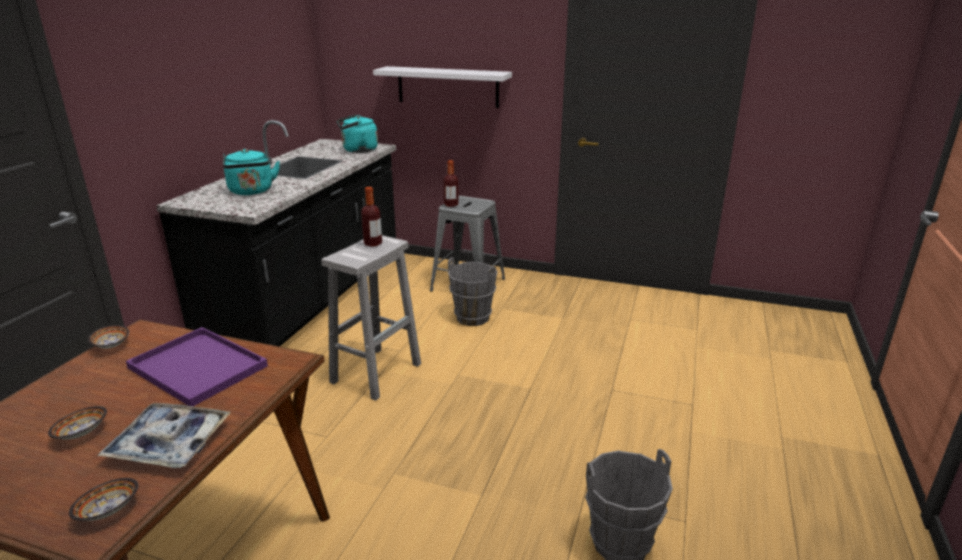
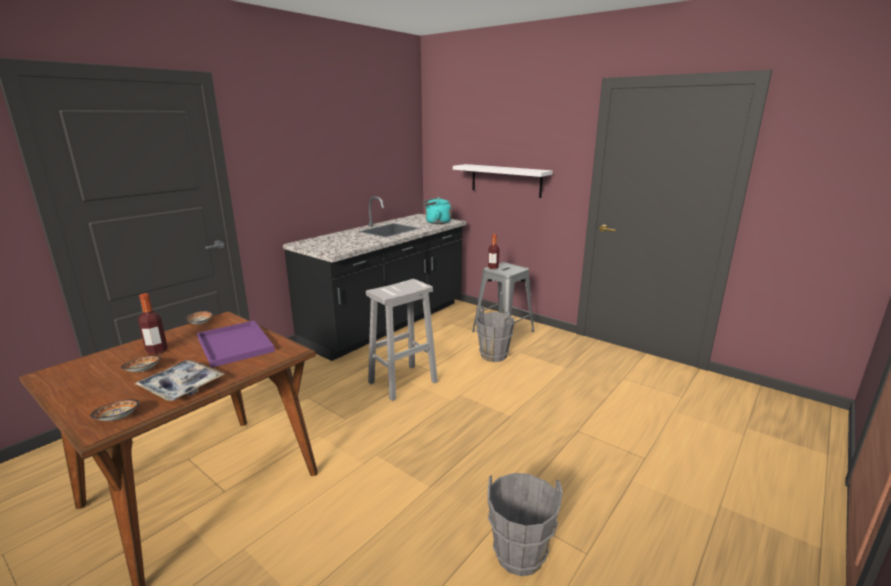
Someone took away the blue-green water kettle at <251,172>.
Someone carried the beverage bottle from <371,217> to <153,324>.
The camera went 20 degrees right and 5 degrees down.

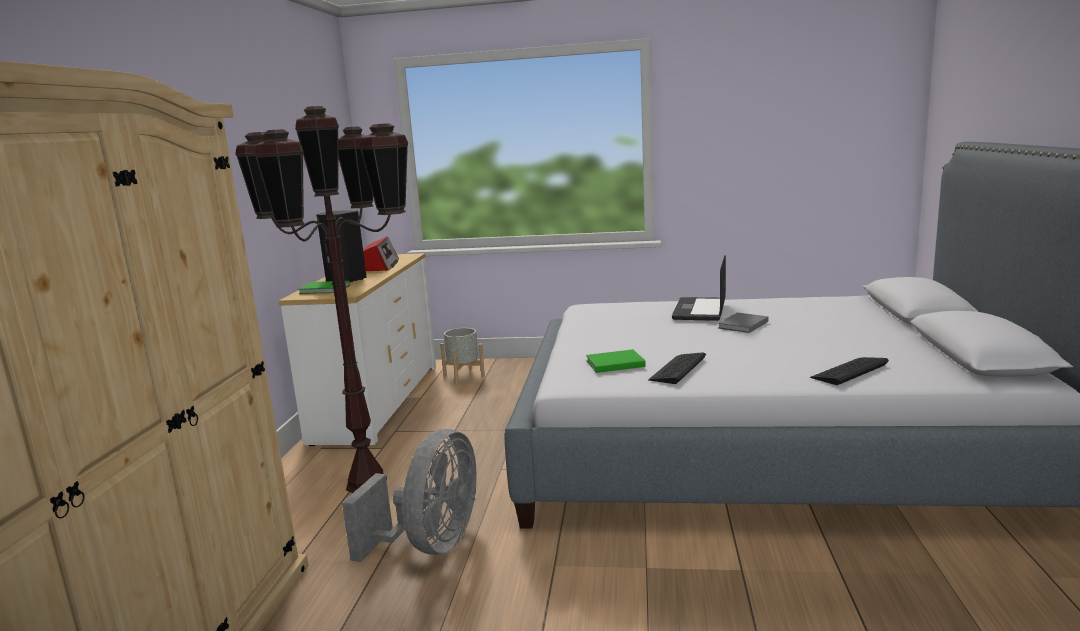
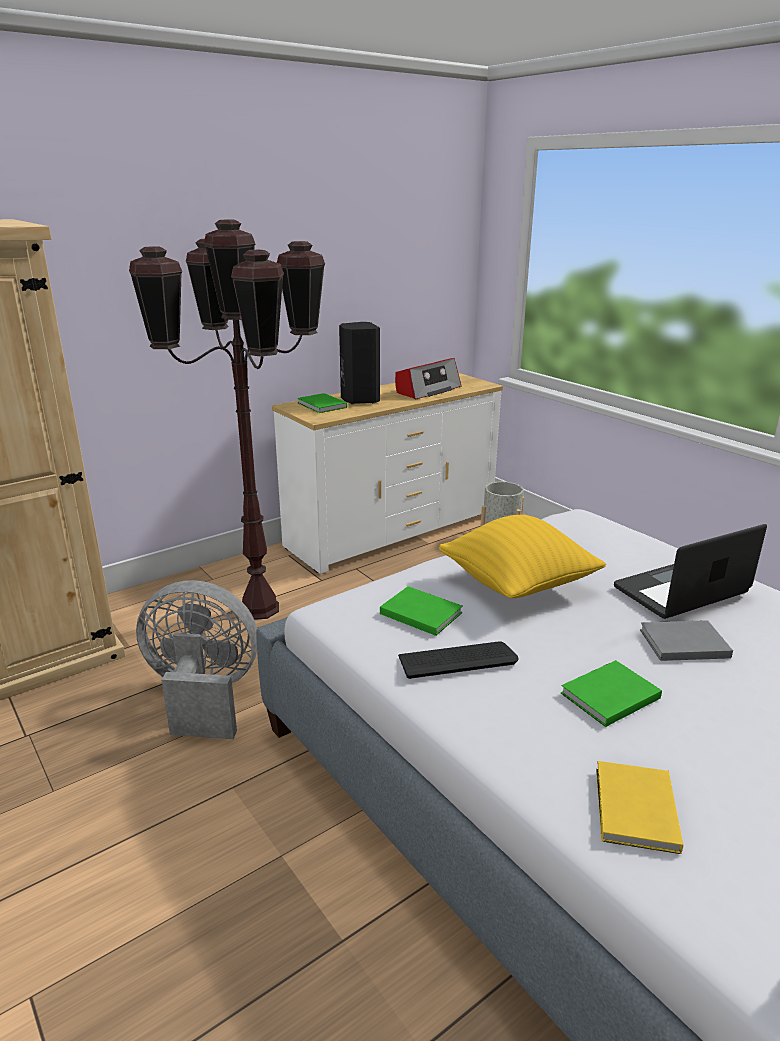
Someone swapped the computer keyboard at <849,371> for the yellowish volume at <639,807>.
Someone rotated the gray cooling fan at <409,495> by 150 degrees counterclockwise.
Someone put down the yellowish cushion at <522,556>.
Someone put down the greenish volume at <611,693>.
The camera went 45 degrees right and 10 degrees up.

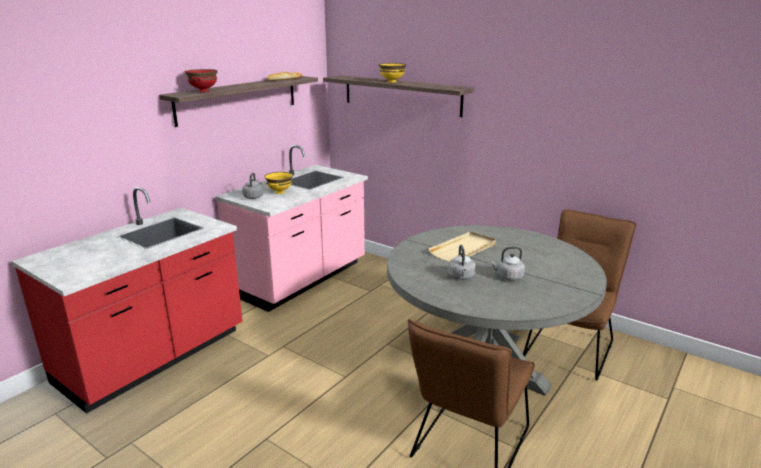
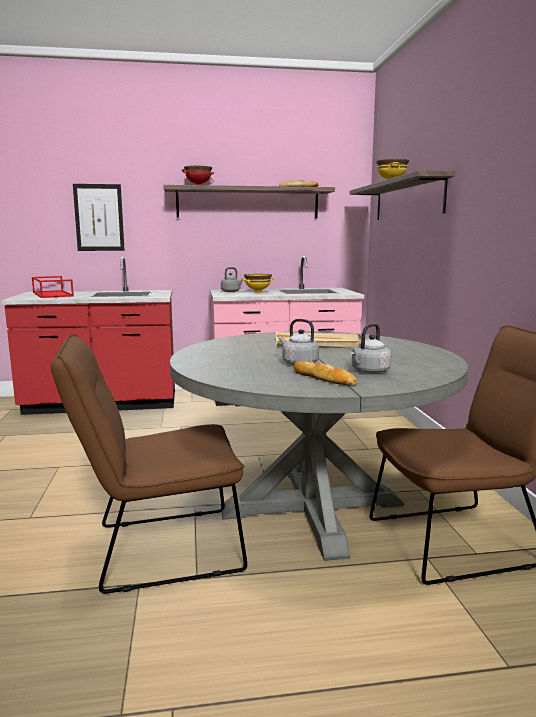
Someone carried the gray water kettle from <462,262> to <370,348>.
Someone put up the picture at <99,217>.
Someone put down the red tray at <53,287>.
Someone put down the bread at <325,373>.
The camera went 45 degrees right and 10 degrees down.

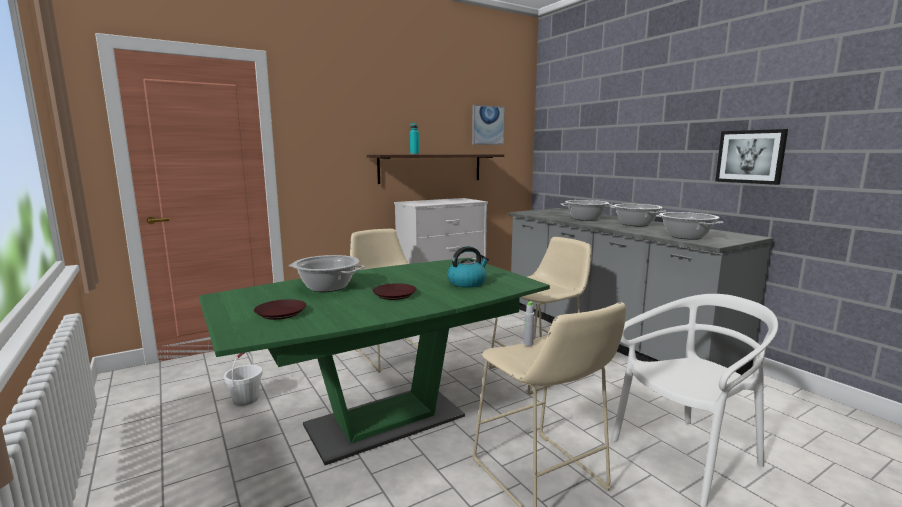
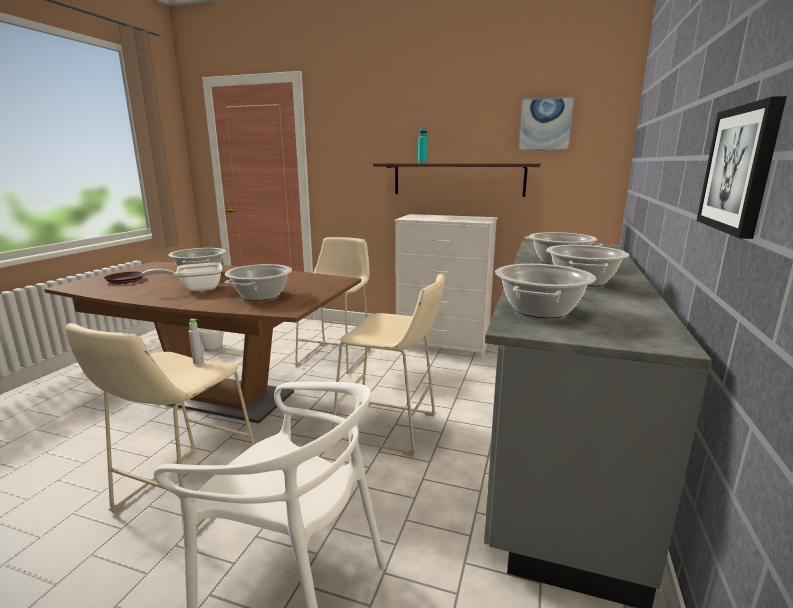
Someone swapped the water kettle at <468,267> for the saucepot at <258,282>.
Someone repainted the greenish dinner table at <374,361>, which became the brown-coloured dinner table at <202,342>.
Someone swapped the brown-coloured plate at <394,291> for the pan at <182,276>.
The camera went 50 degrees right and 5 degrees up.

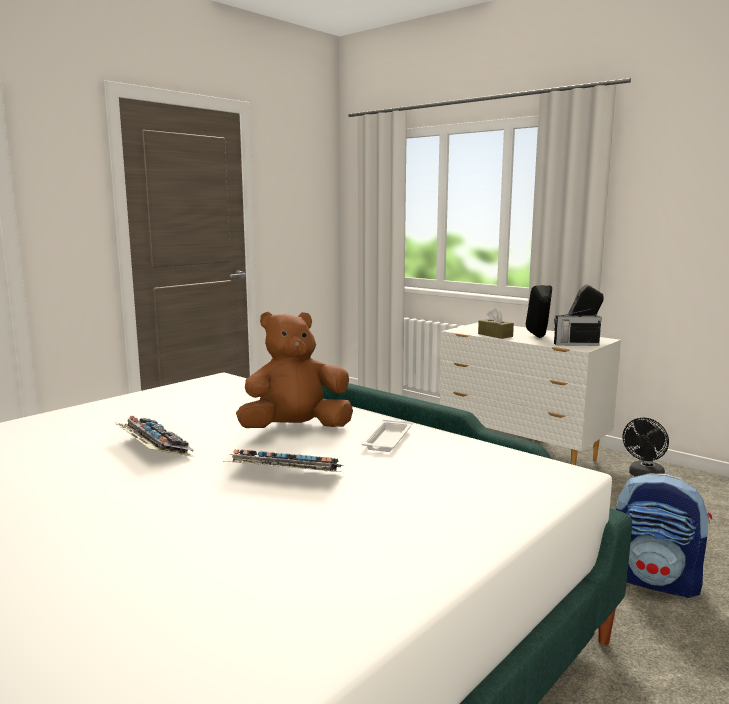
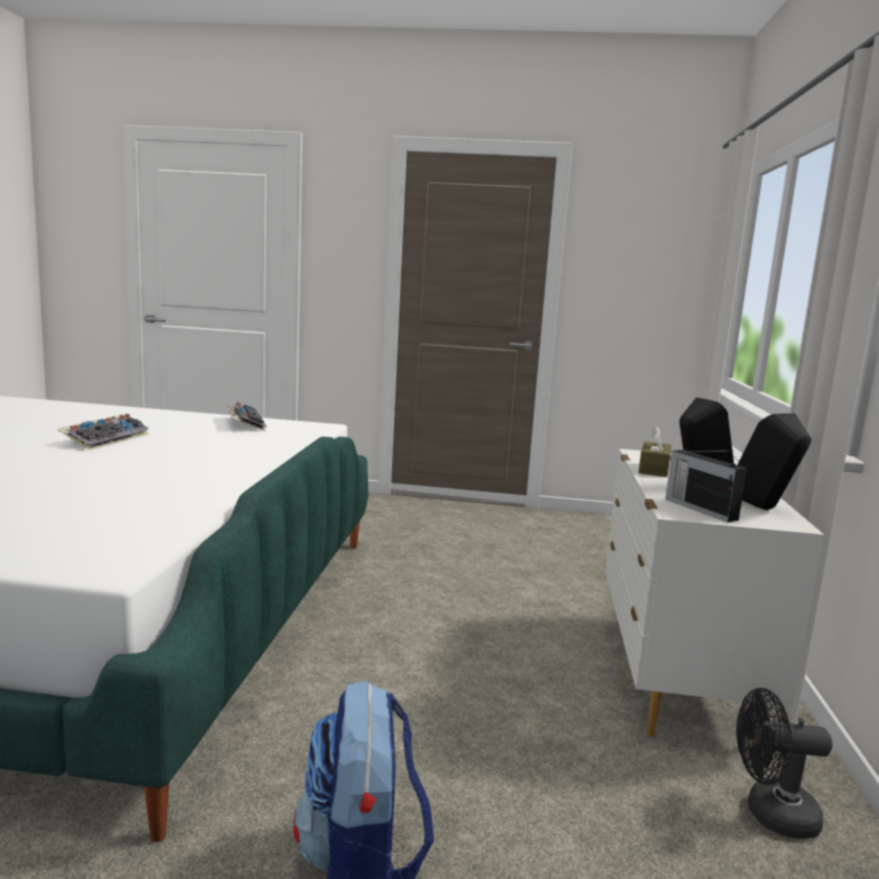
Someone took away the brown-coloured cuddly toy at <294,369>.
Someone took away the whitish tray at <386,436>.
Someone carried the computer keyboard from <283,460> to <246,417>.
The camera went 55 degrees right and 0 degrees up.

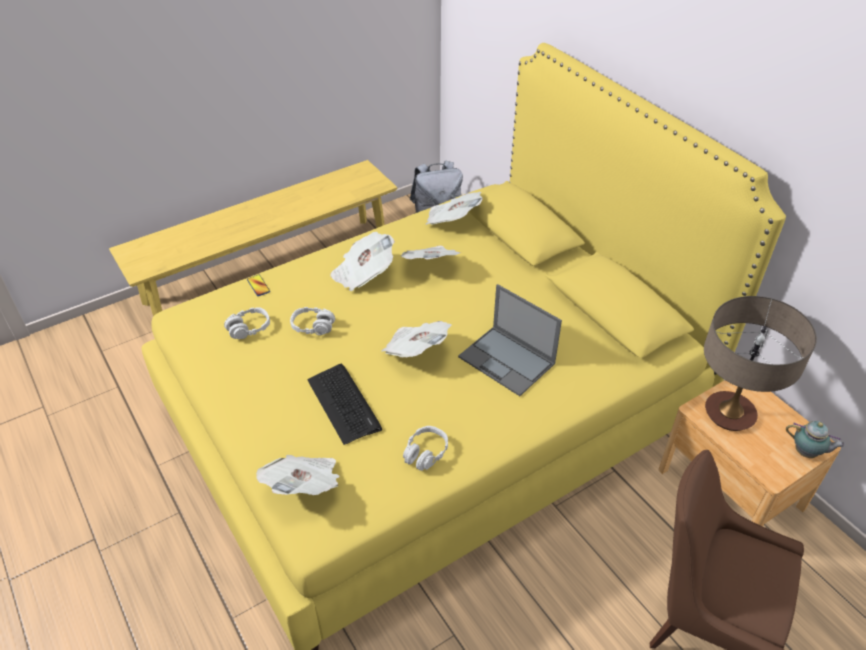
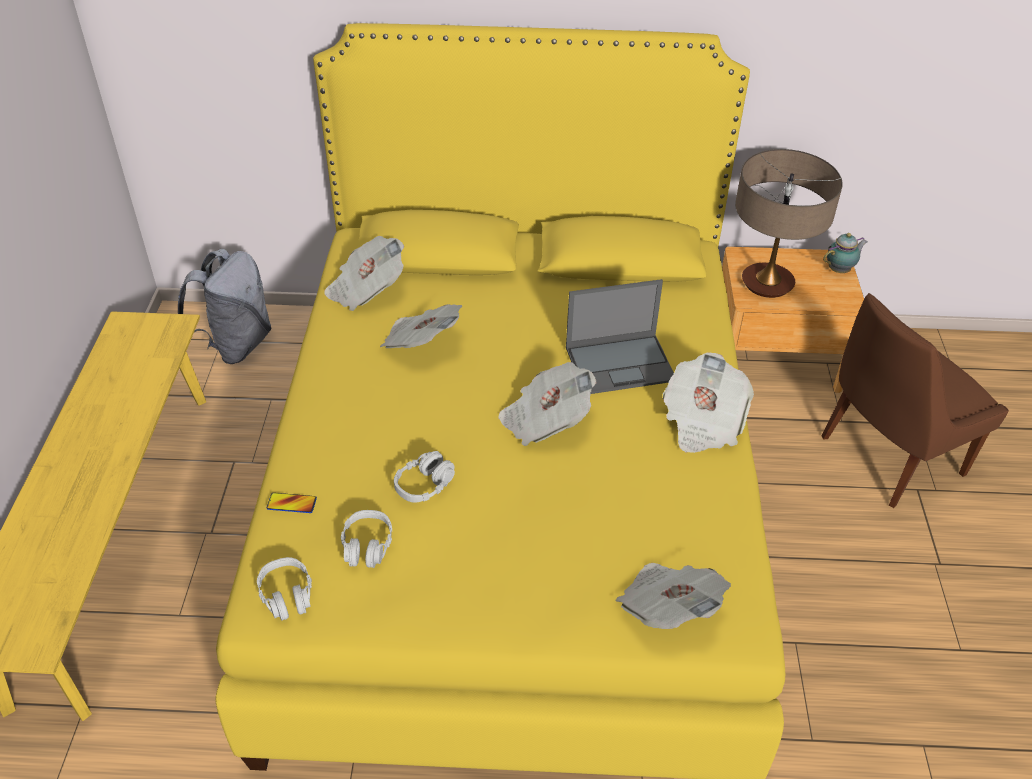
Someone carried the printed paper from <362,261> to <708,402>.
Someone took away the computer keyboard at <344,404>.
Someone carried the gray pair of headphones from <425,448> to <284,589>.
The camera went 55 degrees left and 0 degrees up.

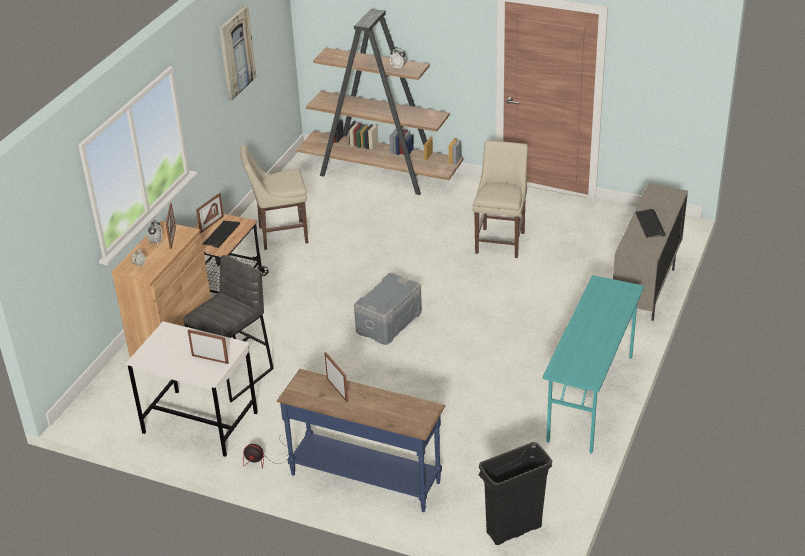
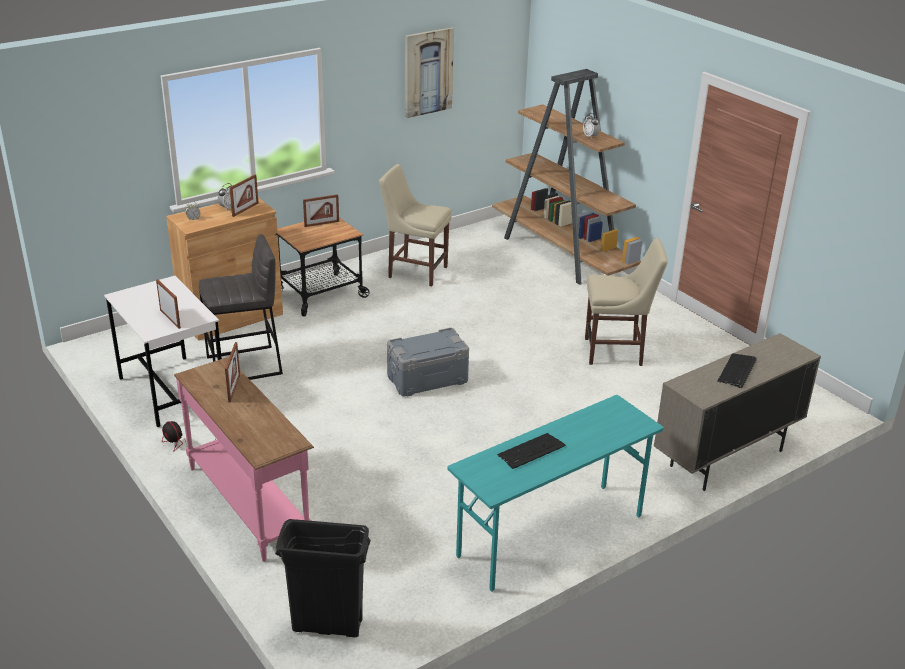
Someone rotated the beige upright chair at <500,199> by 45 degrees clockwise.
Someone carried the computer keyboard from <221,234> to <531,451>.
Someone repainted the bluish console table at <361,440>, which became the pink-coloured console table at <244,459>.
The camera went 30 degrees right and 5 degrees down.

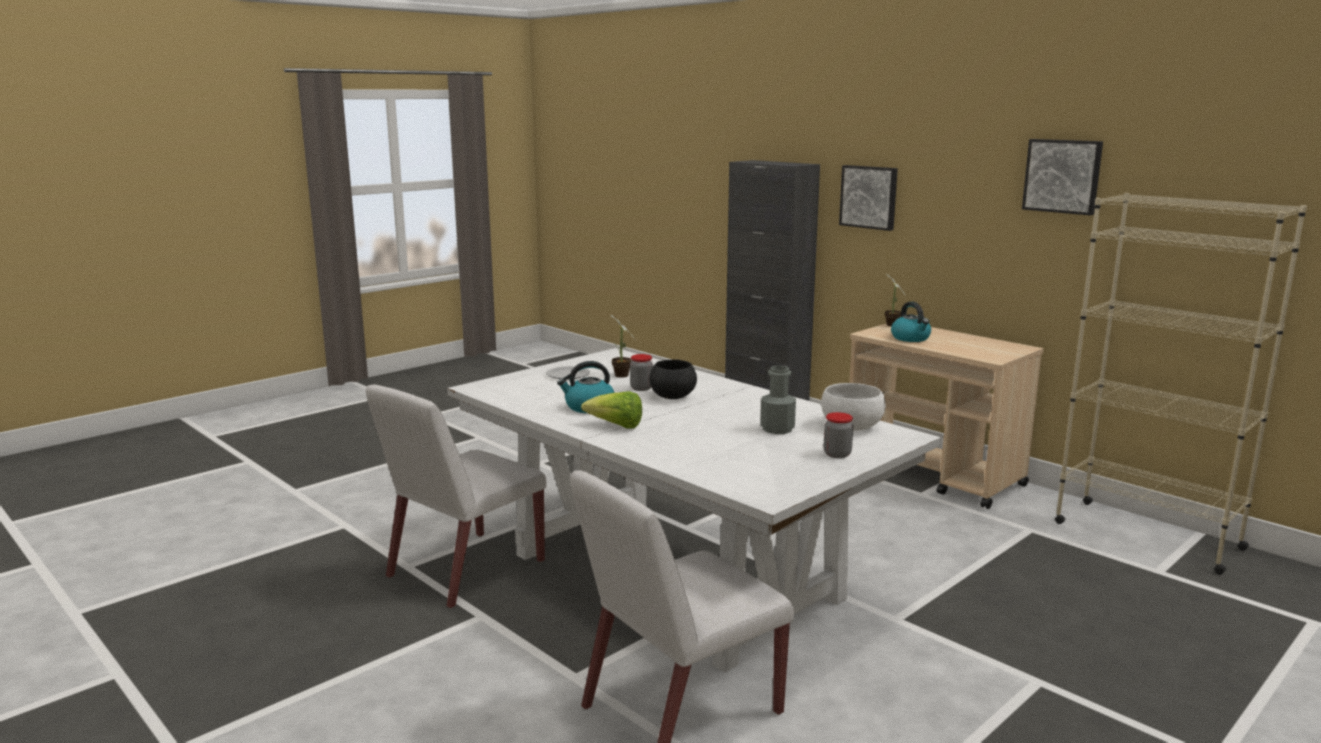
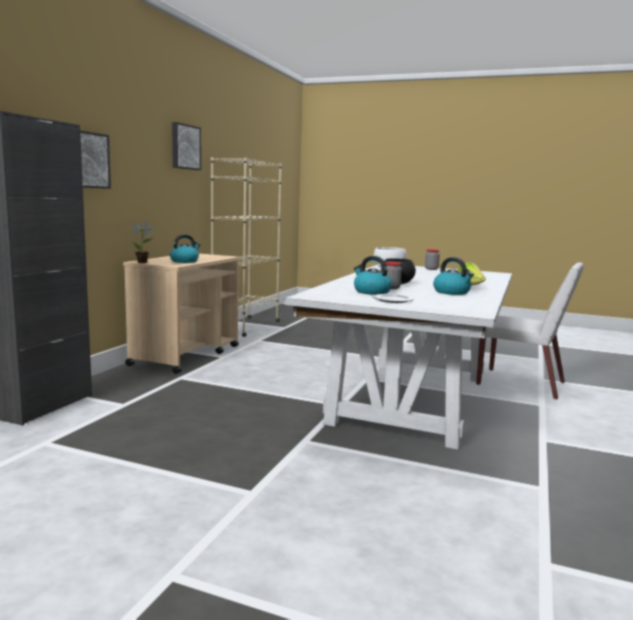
Someone swapped the potted plant at <622,346> for the water kettle at <373,275>.
Someone took away the gray beverage bottle at <778,400>.
Someone took away the whitish upright chair at <456,496>.
The camera went 115 degrees left and 5 degrees down.

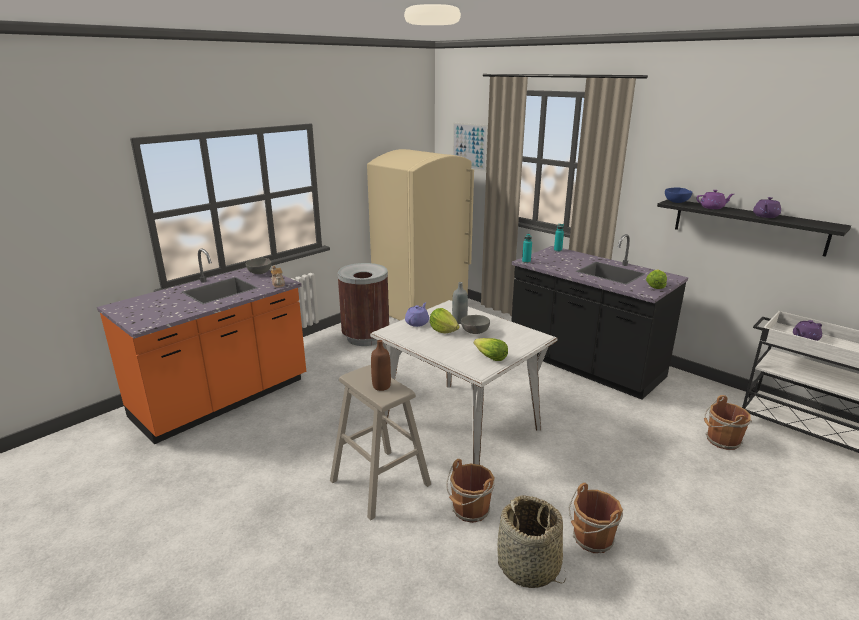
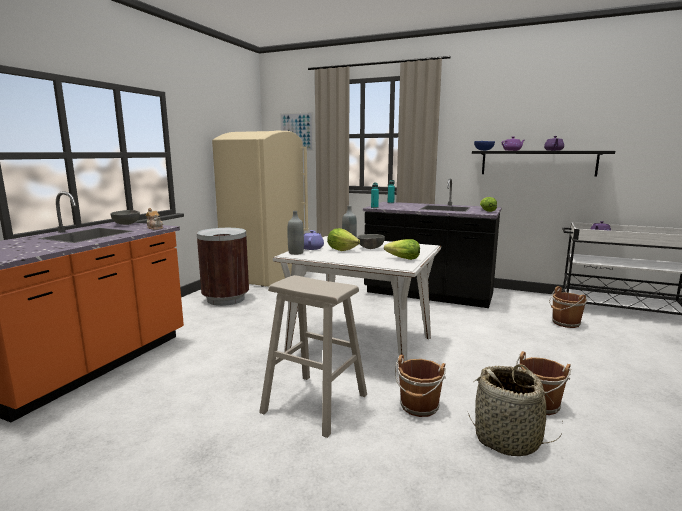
Someone took away the brown-coloured beverage bottle at <381,365>.
Someone put down the gray beverage bottle at <296,233>.
The camera went 20 degrees left and 10 degrees down.

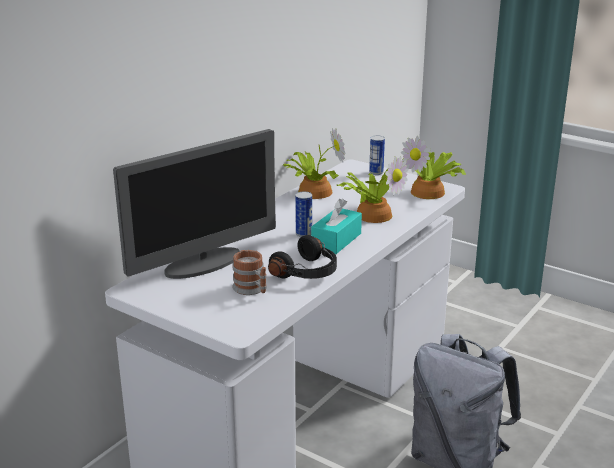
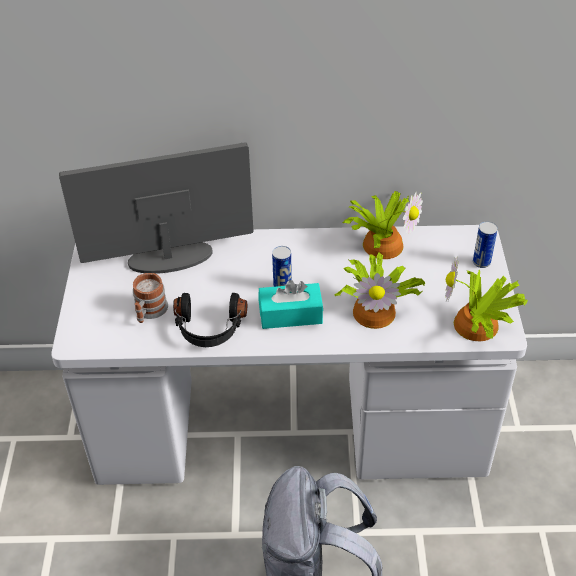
Someone rotated the computer display at <194,204> by 150 degrees clockwise.
The camera went 55 degrees right and 20 degrees up.

